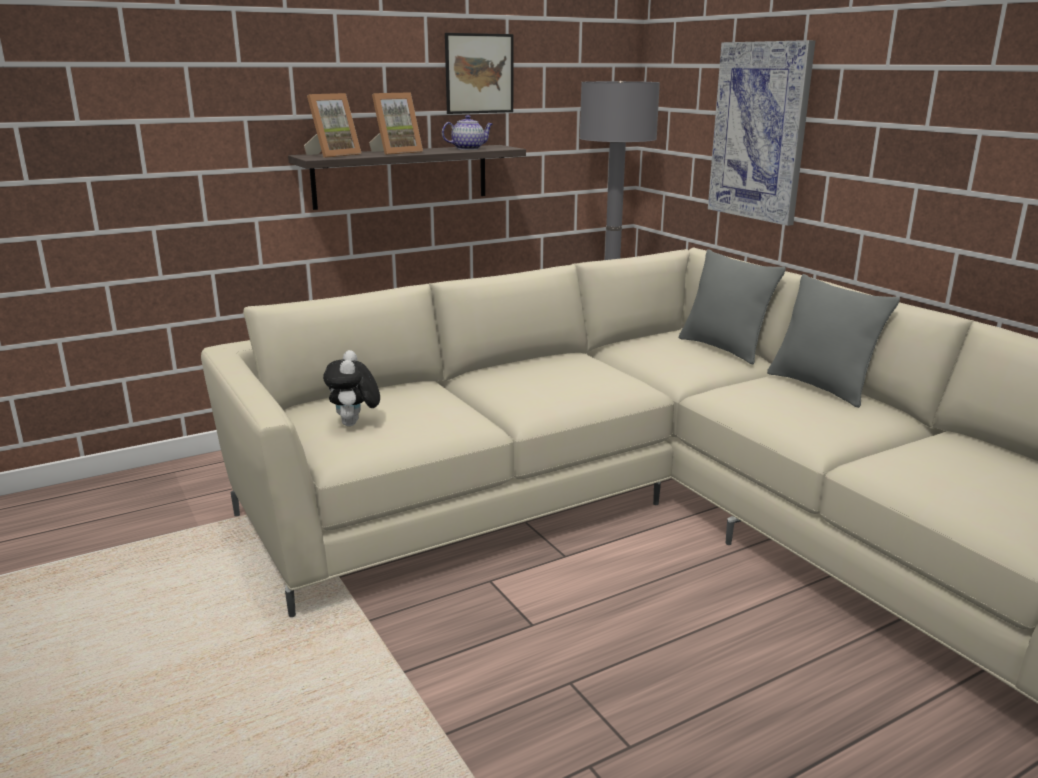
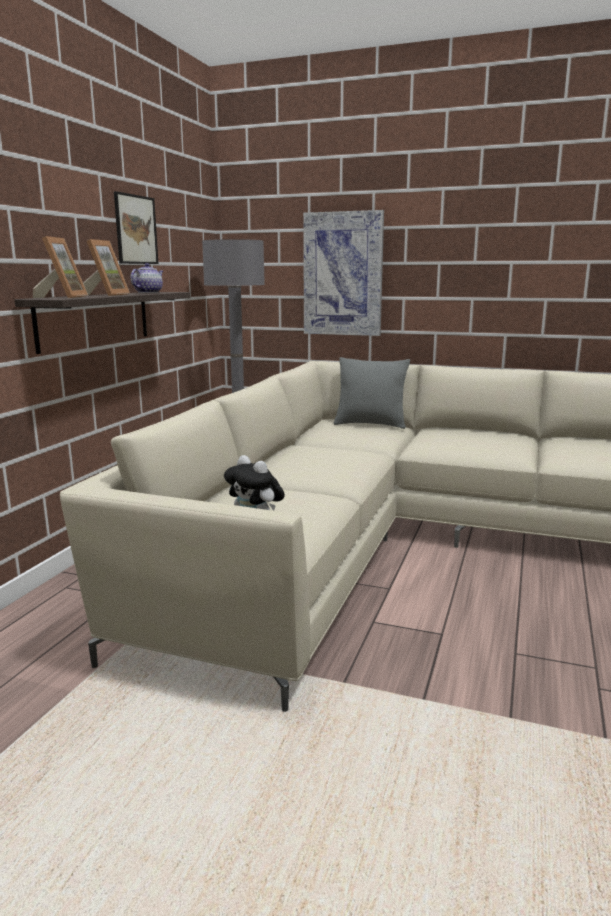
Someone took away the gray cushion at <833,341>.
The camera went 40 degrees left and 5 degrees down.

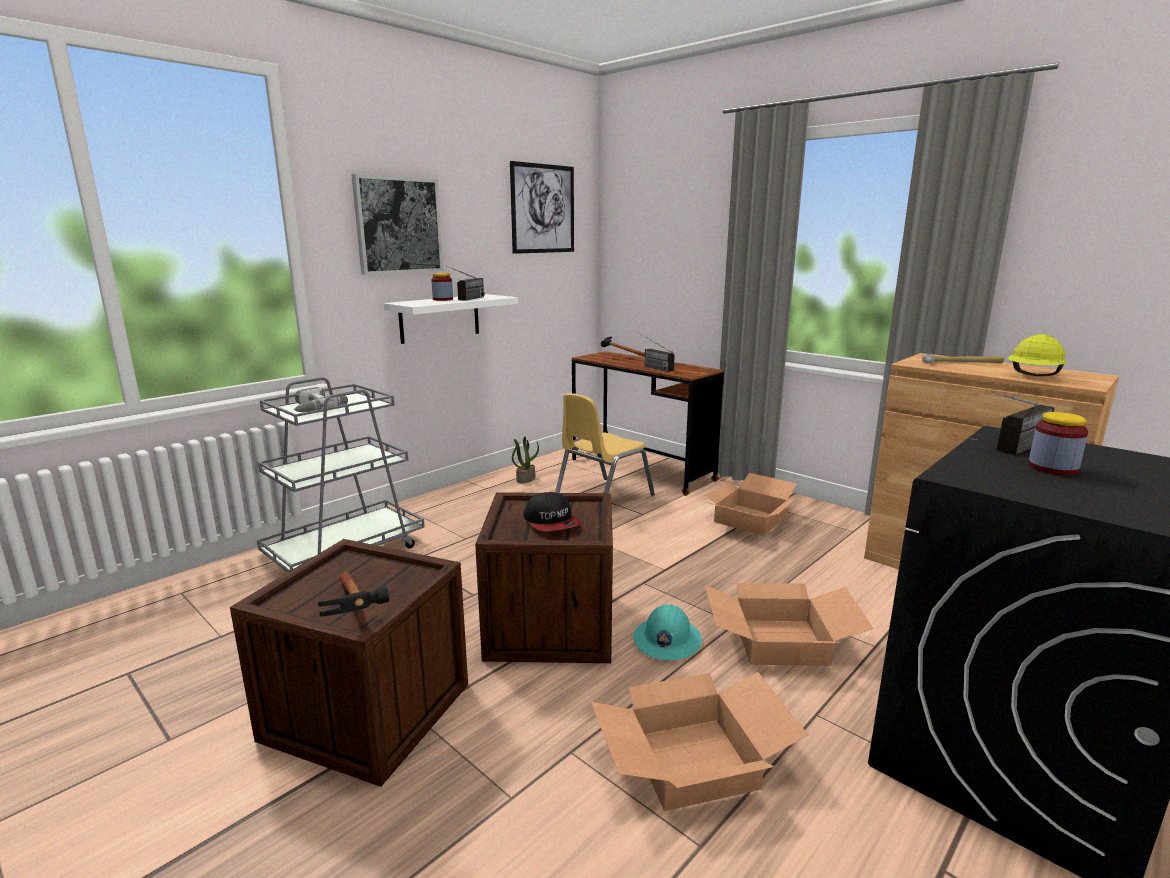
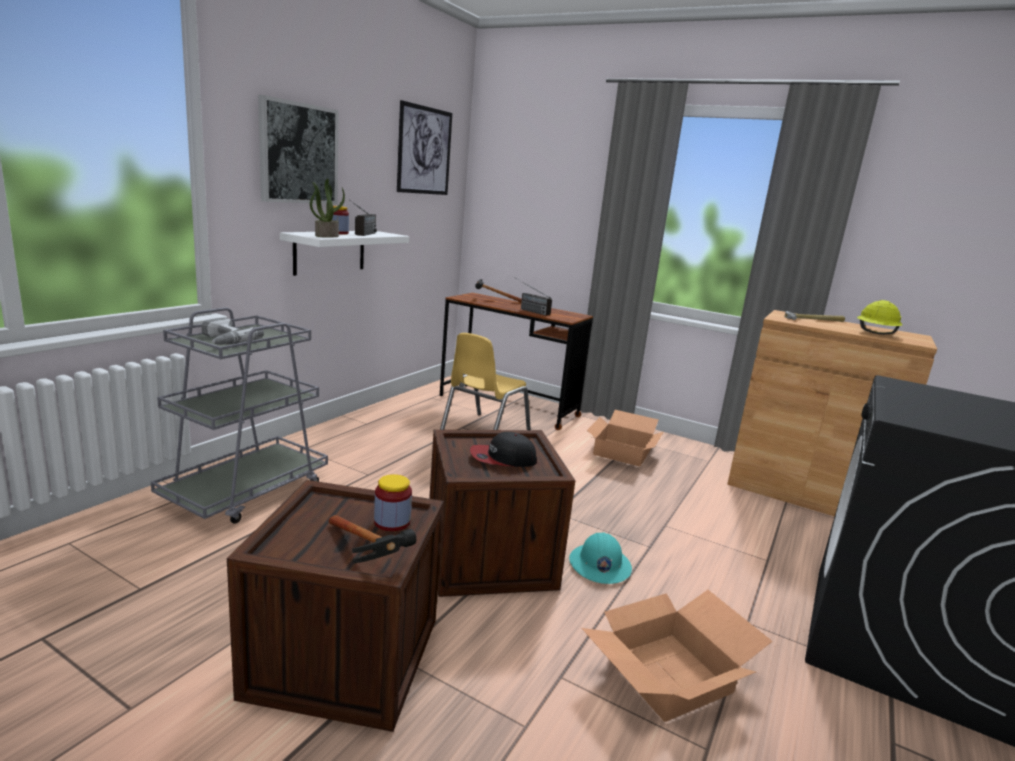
Someone took away the radio set at <1023,423>.
Someone carried the jar from <1058,443> to <393,502>.
Someone carried the potted plant from <525,459> to <327,208>.
Someone rotated the baseball cap at <552,511> by 120 degrees clockwise.
Someone took away the carton at <789,624>.
The camera went 15 degrees left and 0 degrees up.

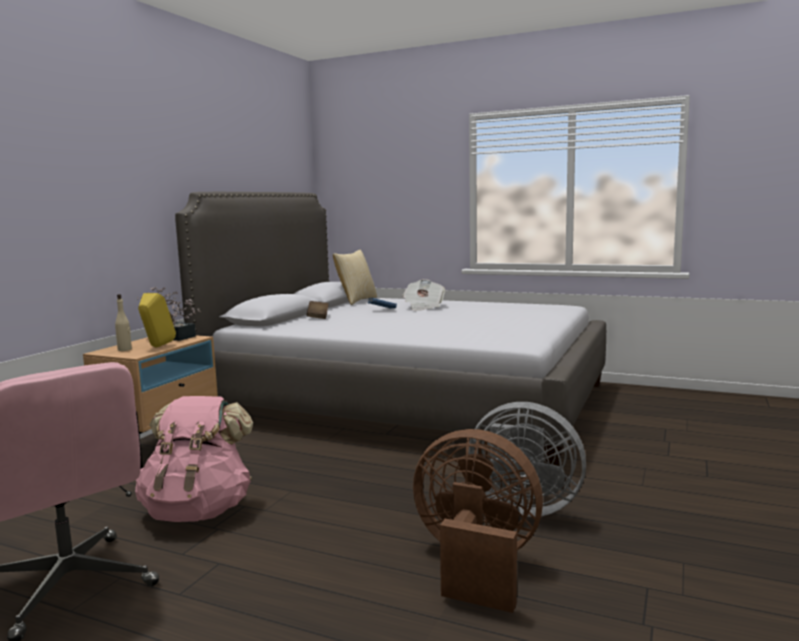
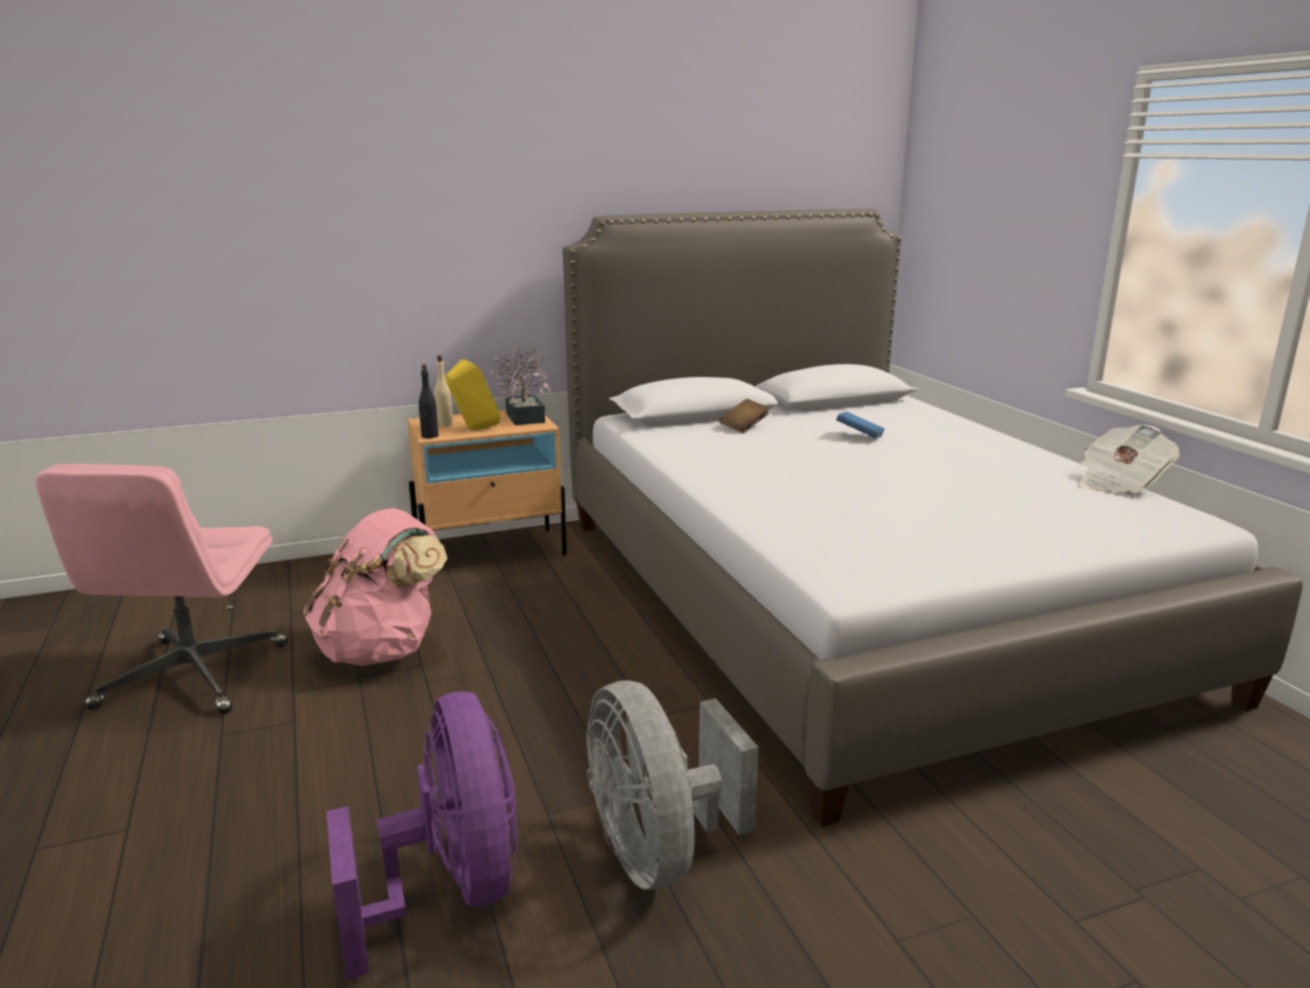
Someone took away the cushion at <355,277>.
Someone carried the printed paper from <424,295> to <1130,459>.
Someone repainted the brown-coloured cooling fan at <478,521>, which became the purple-coloured cooling fan at <422,835>.
Someone put down the black beverage bottle at <429,401>.
The camera went 45 degrees right and 10 degrees up.

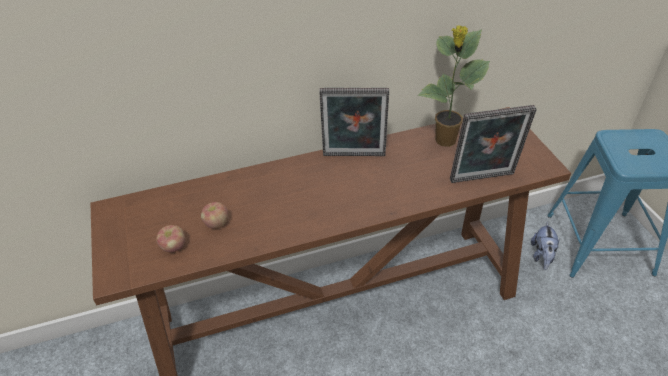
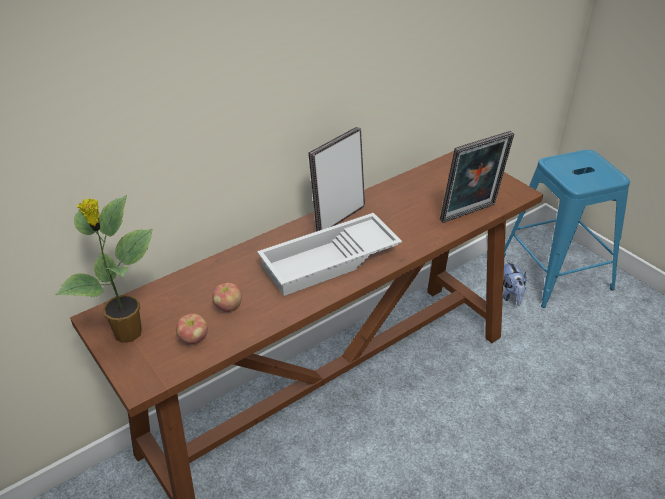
Someone carried the potted plant from <454,86> to <104,269>.
Someone rotated the photo frame at <354,122> by 150 degrees clockwise.
Someone put down the whitish tray at <329,254>.
The camera went 20 degrees left and 5 degrees down.

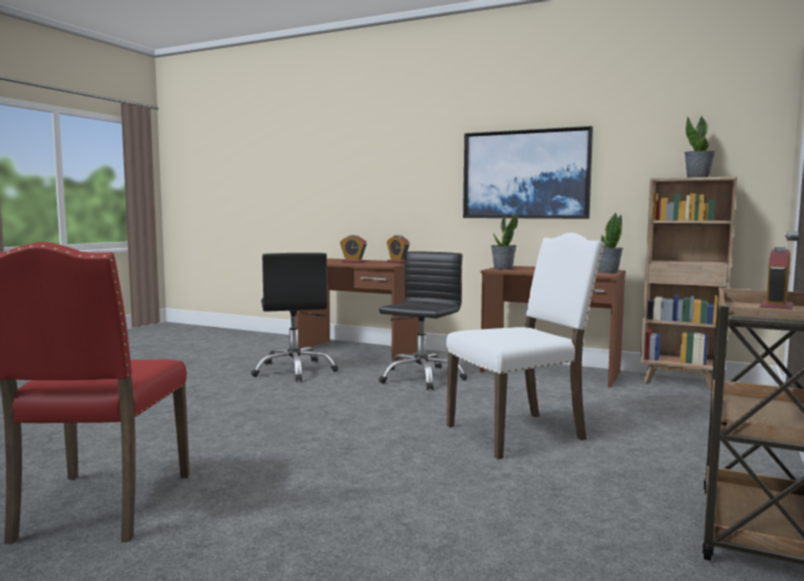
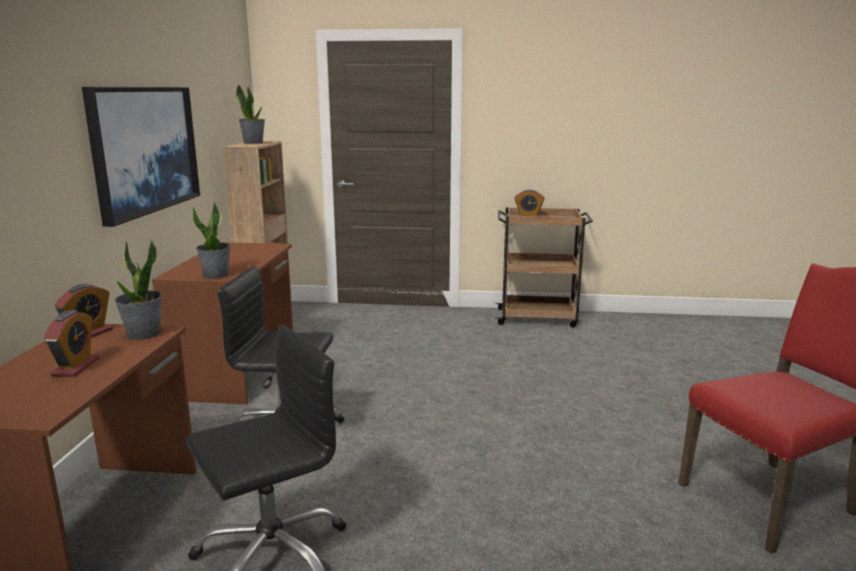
Someone carried the potted plant from <610,243> to <138,289>.
Someone took away the whitish upright chair at <525,345>.
The camera went 110 degrees left and 10 degrees up.

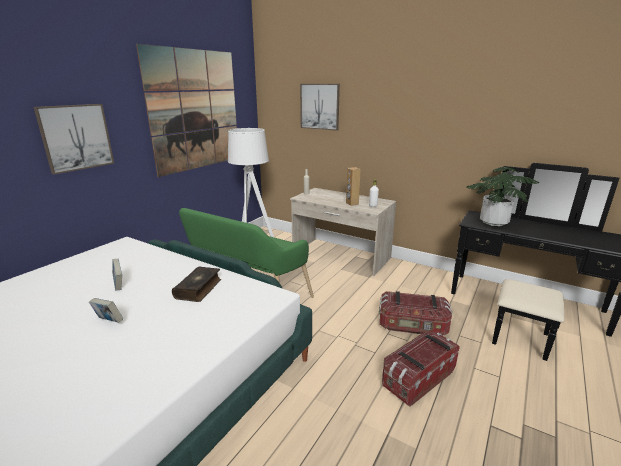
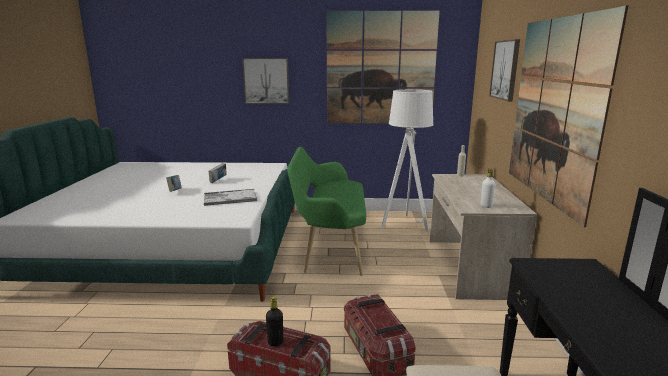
Someone took away the brown-coloured speaker at <353,186>.
Someone took away the potted plant at <503,196>.
Someone swapped the volume at <196,284> for the tray at <230,197>.
Someone put up the picture at <568,116>.
Someone put down the black beverage bottle at <274,321>.
The camera went 60 degrees right and 5 degrees down.

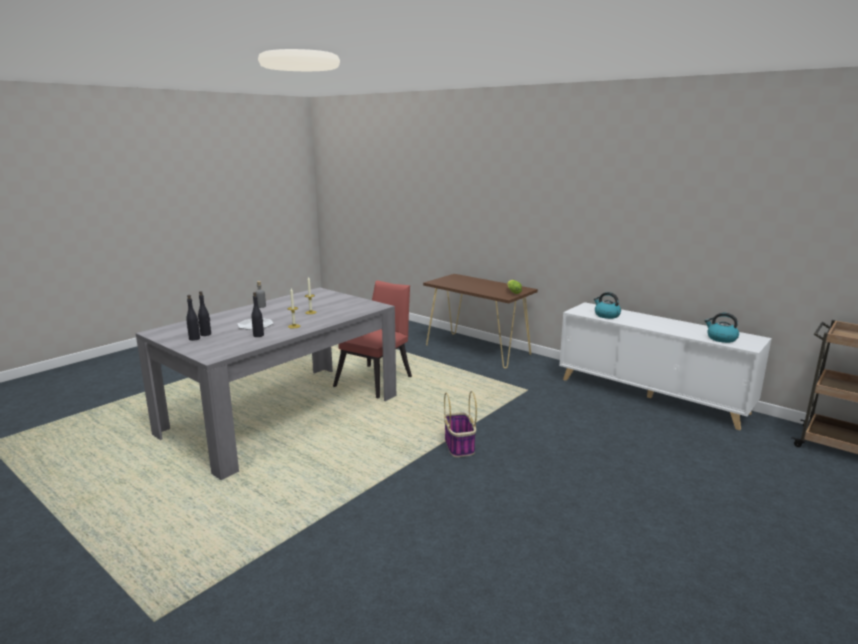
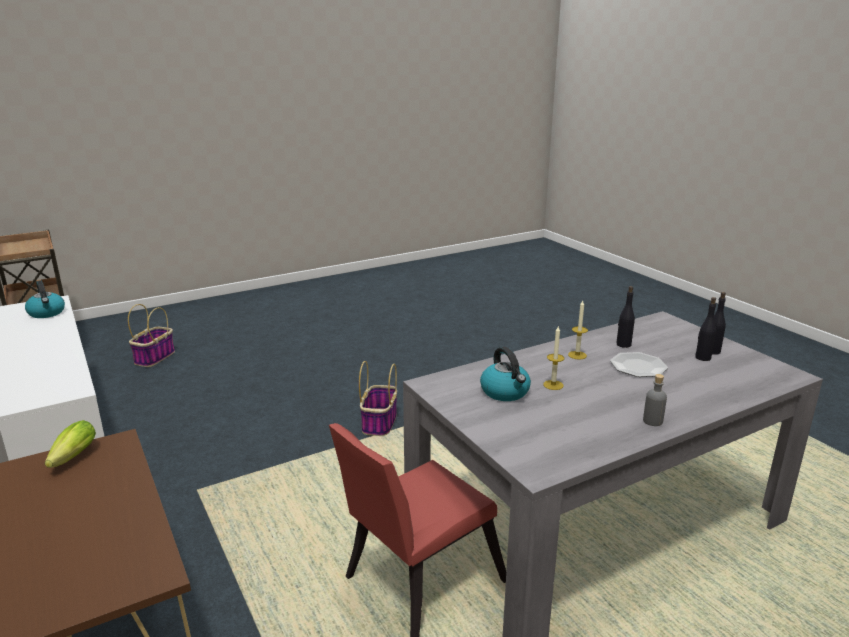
Someone carried the water kettle from <607,305> to <505,374>.
Someone put down the basket at <151,335>.
The camera went 160 degrees left and 5 degrees up.

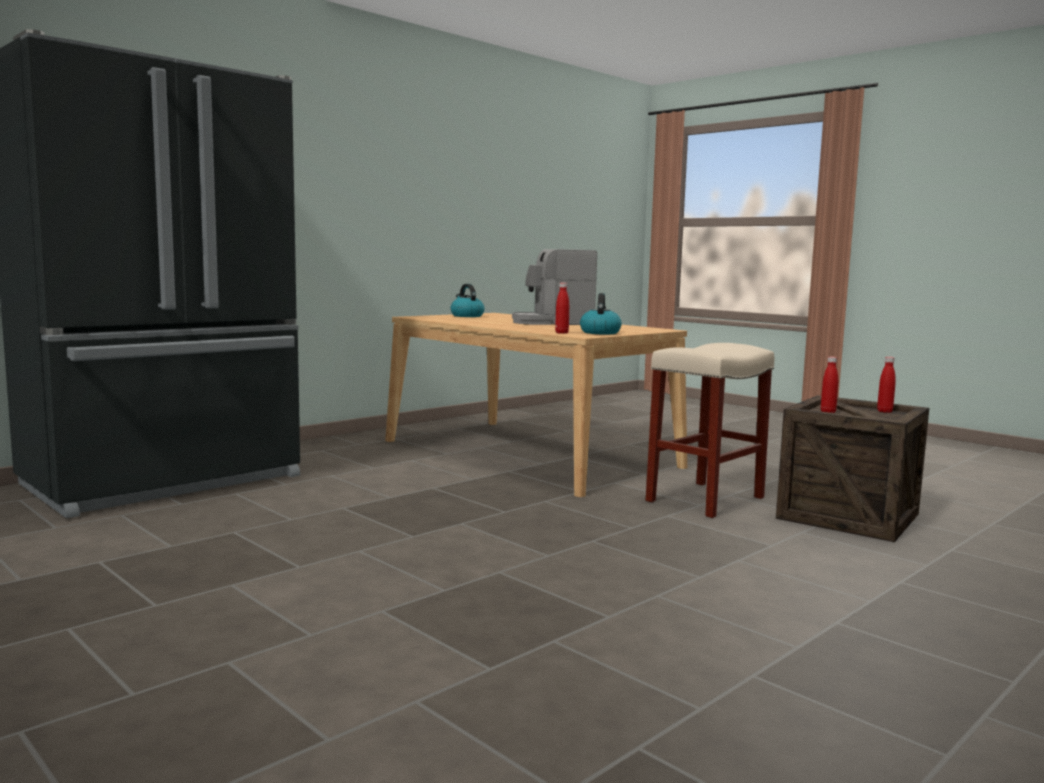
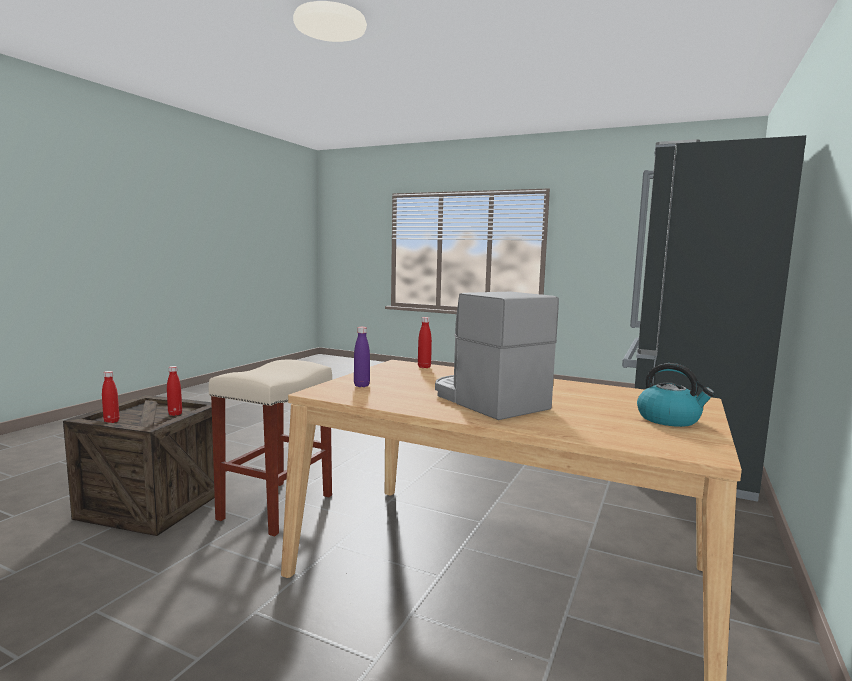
Someone rotated the coffee machine at <554,287> by 90 degrees counterclockwise.
Someone took away the water kettle at <601,313>.
Someone put down the purple-coloured beverage bottle at <362,357>.
The camera went 160 degrees right and 0 degrees up.

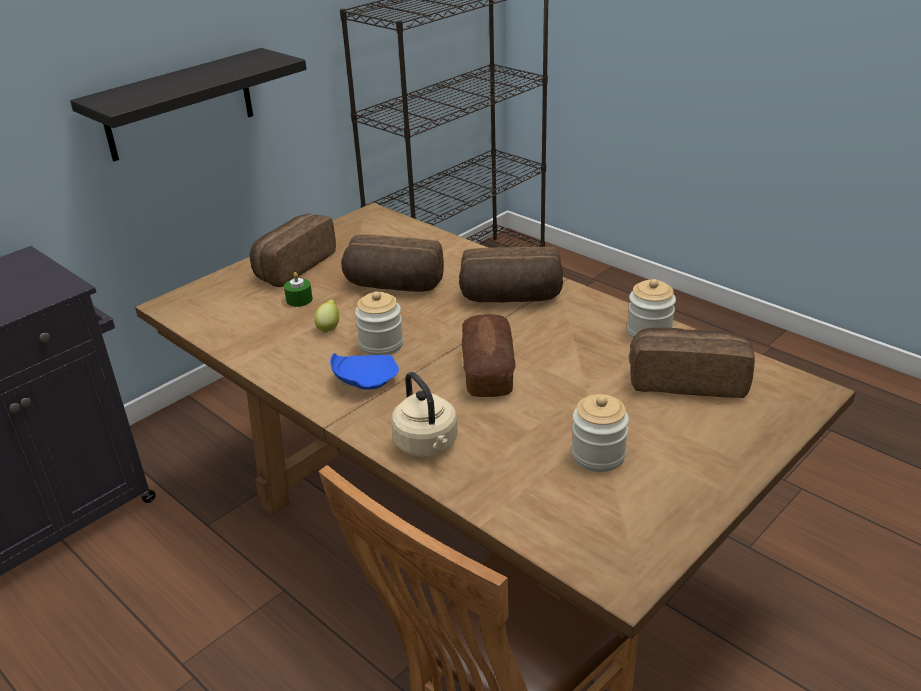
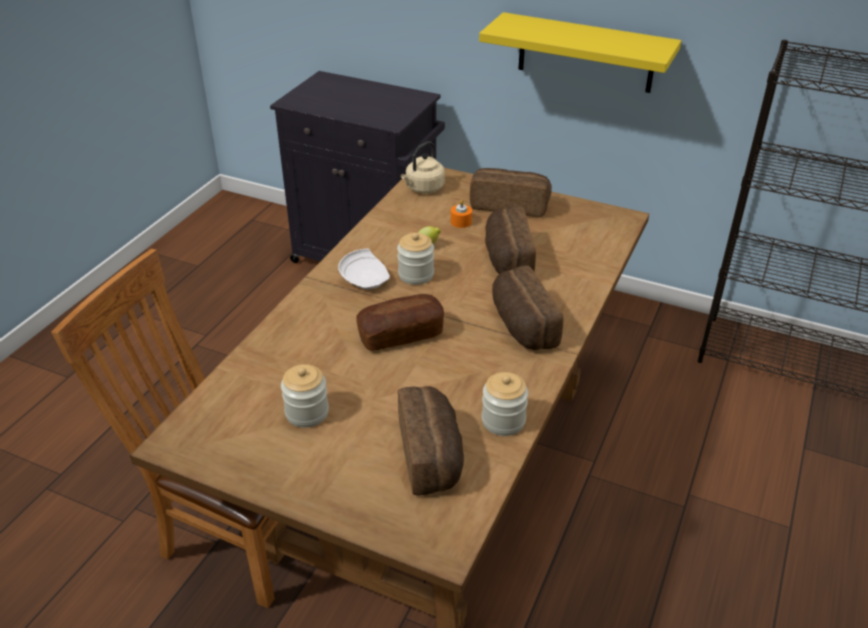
Someone repainted the black shelf at <188,104>, which became the yellowish shelf at <580,52>.
Someone repainted the greenish candle at <298,289>, which became the orange candle at <461,214>.
Someone repainted the bluish plate at <364,371>, which became the whitish plate at <364,269>.
Someone carried the beige water kettle from <425,414> to <423,167>.
The camera went 70 degrees right and 5 degrees up.

